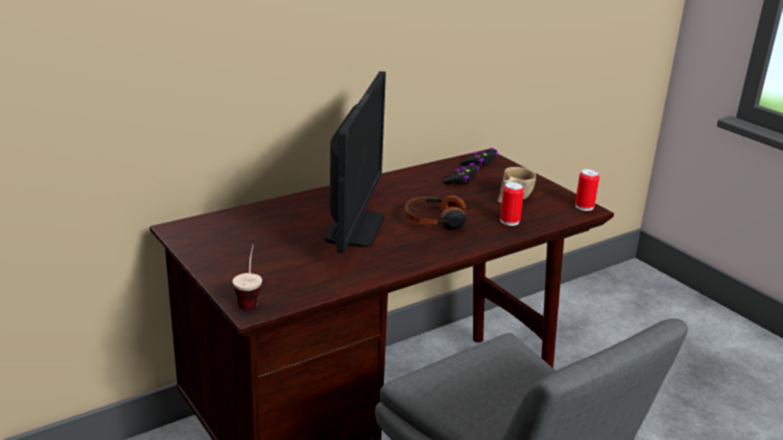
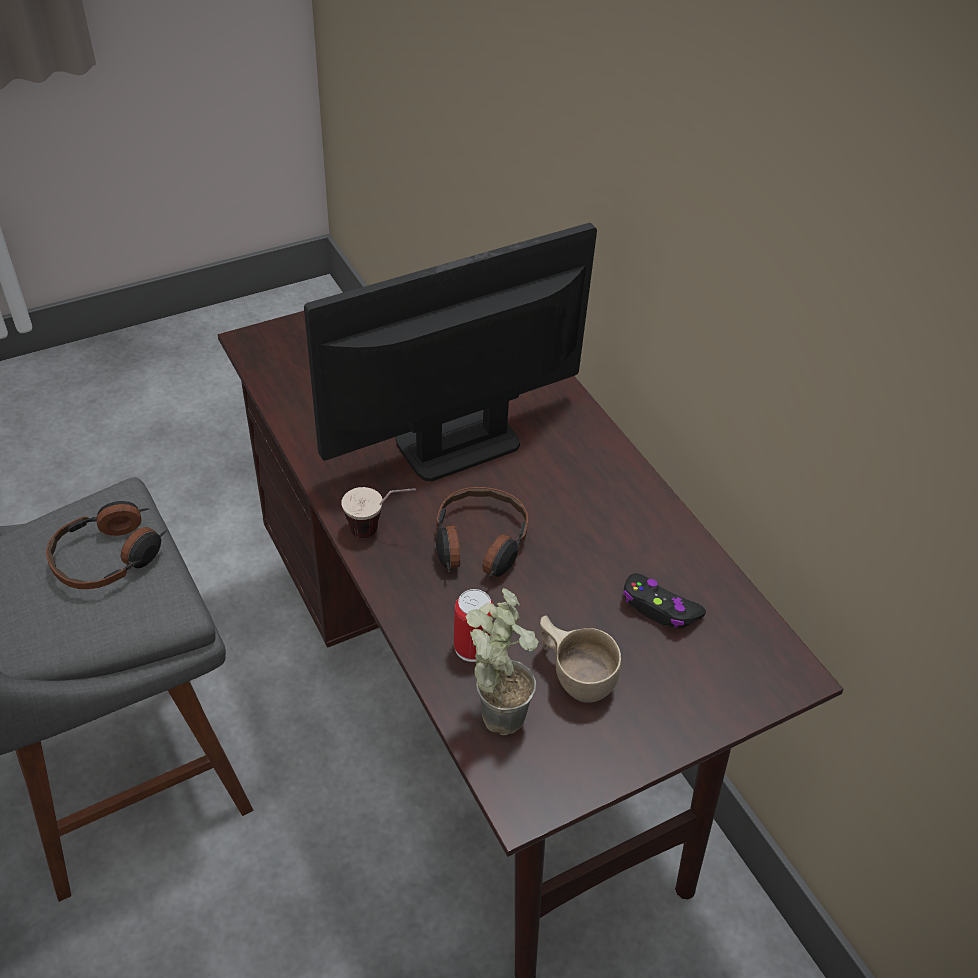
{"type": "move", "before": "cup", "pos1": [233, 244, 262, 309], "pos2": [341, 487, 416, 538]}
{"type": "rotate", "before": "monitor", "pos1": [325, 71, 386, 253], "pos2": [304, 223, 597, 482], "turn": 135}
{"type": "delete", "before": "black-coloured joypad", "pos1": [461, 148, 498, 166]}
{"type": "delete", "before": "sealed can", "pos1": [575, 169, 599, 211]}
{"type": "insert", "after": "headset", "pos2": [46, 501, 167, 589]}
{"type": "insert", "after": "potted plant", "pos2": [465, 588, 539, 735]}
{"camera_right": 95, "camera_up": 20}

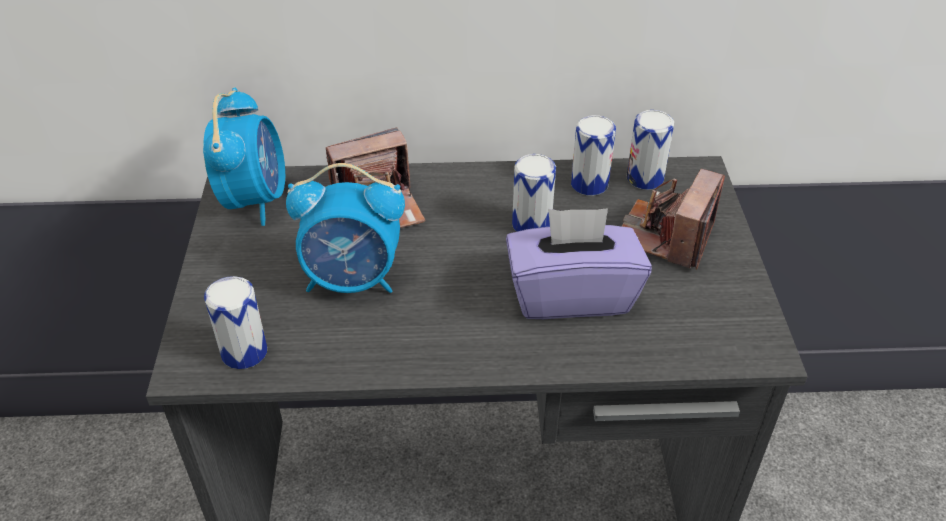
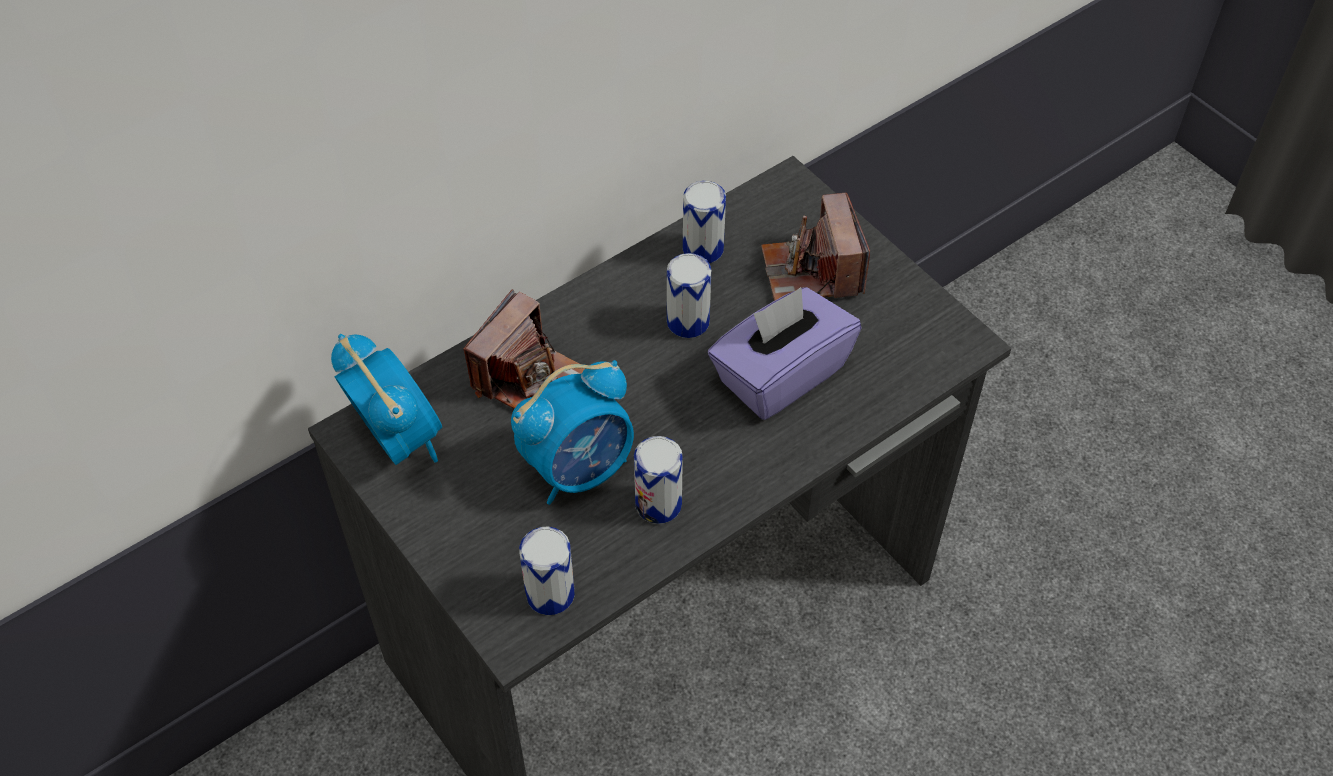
{"type": "move", "before": "sealed can", "pos1": [626, 110, 674, 190], "pos2": [634, 436, 683, 524]}
{"camera_right": -35, "camera_up": 10}

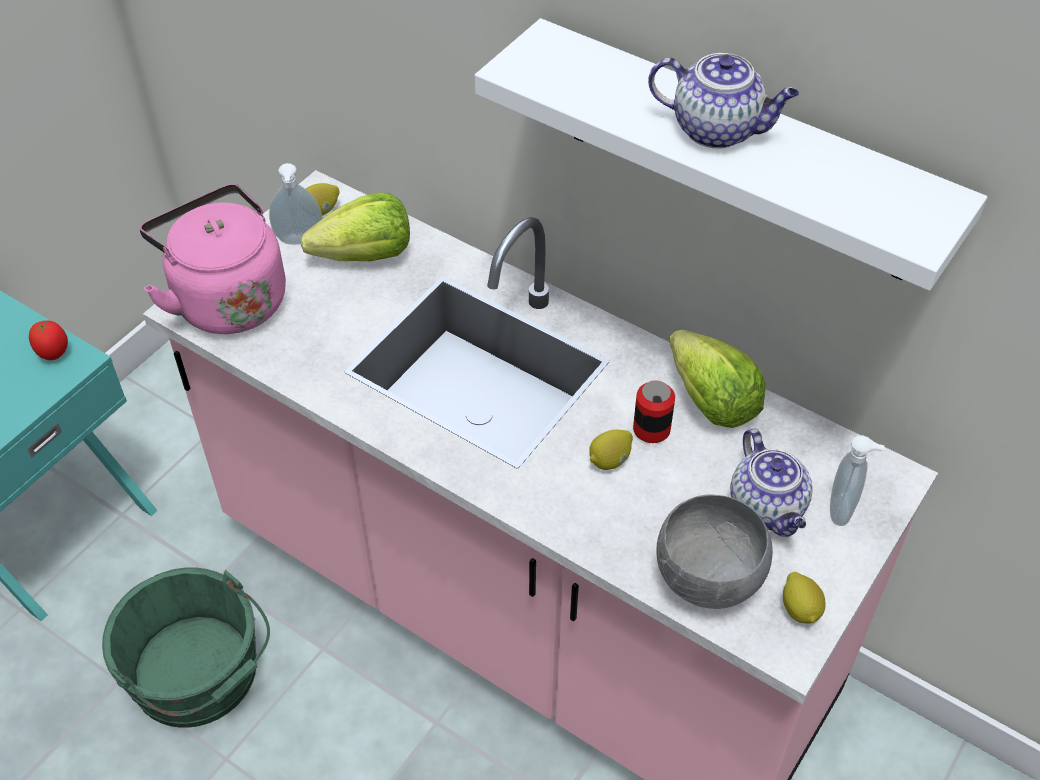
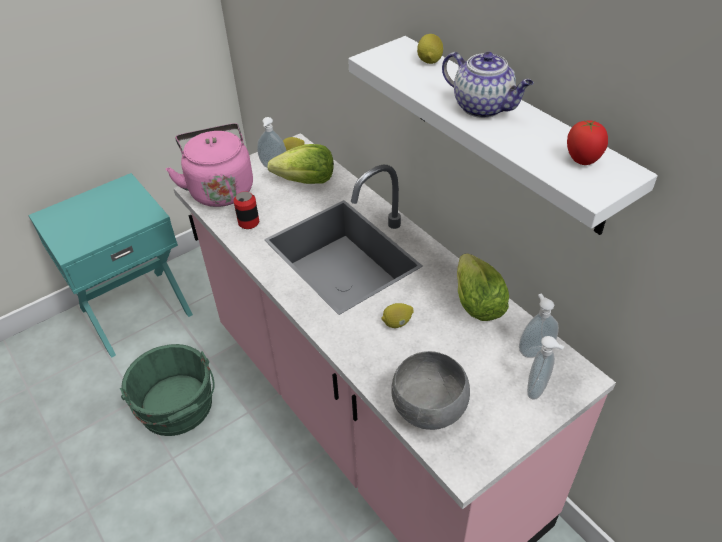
{"type": "move", "before": "whole tomato", "pos1": [29, 320, 68, 360], "pos2": [567, 120, 608, 165]}
{"type": "move", "before": "sealed can", "pos1": [633, 381, 675, 443], "pos2": [234, 191, 259, 229]}
{"type": "delete", "before": "teapot", "pos1": [730, 428, 813, 537]}
{"type": "move", "before": "citrus fruit", "pos1": [783, 572, 825, 624], "pos2": [417, 34, 444, 64]}
{"type": "insert", "after": "soap bottle", "pos2": [519, 294, 559, 358]}
{"camera_right": 20, "camera_up": -5}

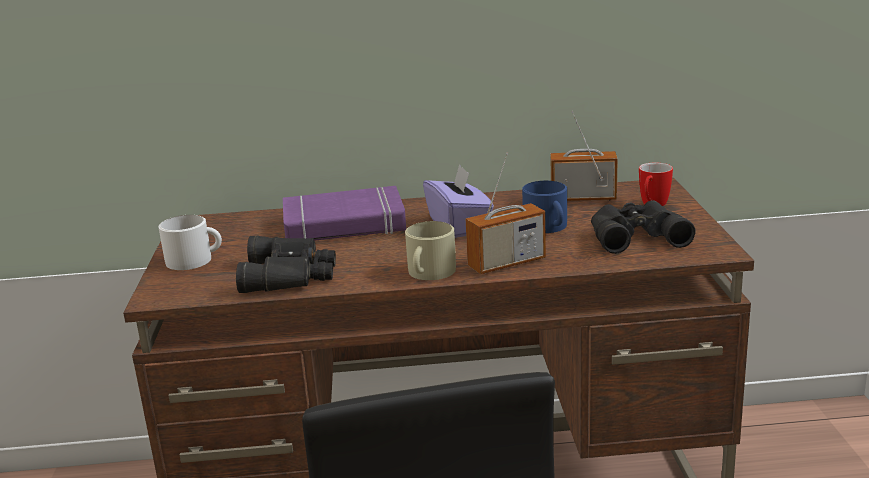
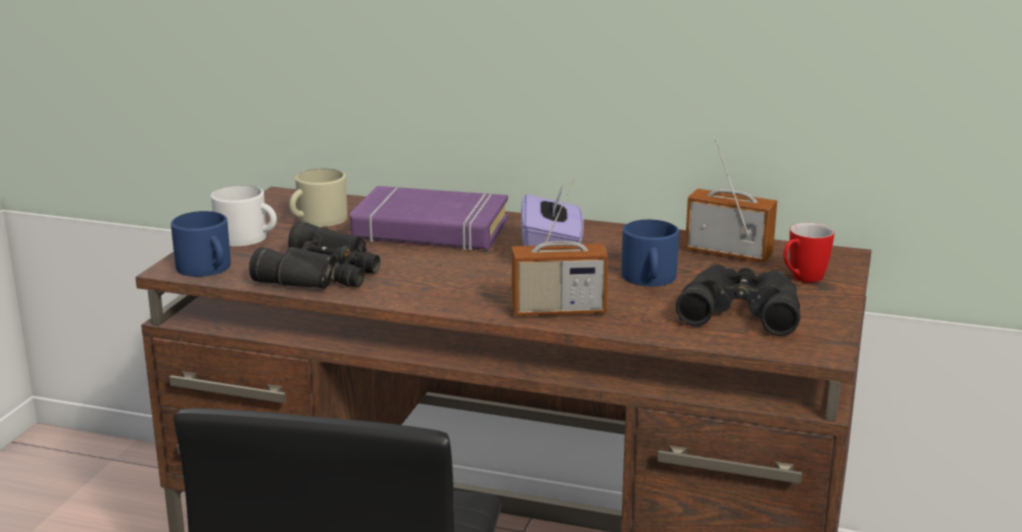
{"type": "move", "before": "sand-coloured coffee mug", "pos1": [405, 221, 456, 280], "pos2": [289, 168, 347, 227]}
{"type": "insert", "after": "blue coffee mug", "pos2": [171, 211, 231, 277]}
{"camera_right": 20, "camera_up": 0}

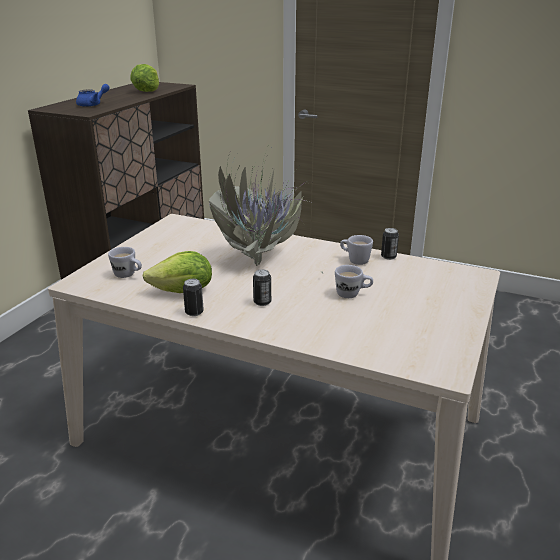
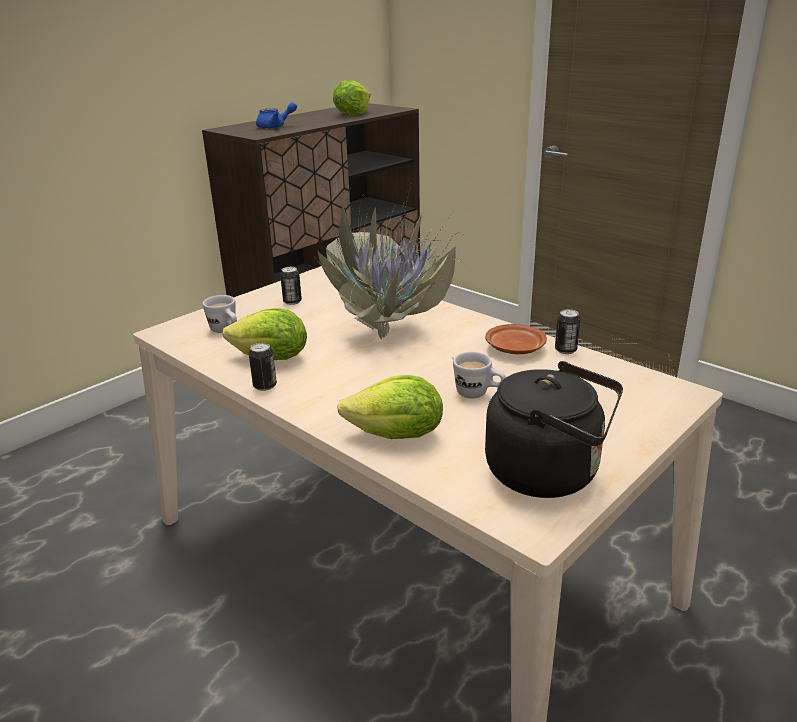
{"type": "move", "before": "sealed can", "pos1": [253, 269, 271, 306], "pos2": [280, 267, 302, 305]}
{"type": "replace", "before": "white coffee mug", "after": "brown plate", "pos1": [340, 235, 373, 265], "pos2": [485, 324, 547, 354]}
{"type": "insert", "after": "lettuce head", "pos2": [337, 375, 443, 439]}
{"type": "insert", "after": "black-coloured tea kettle", "pos2": [485, 361, 623, 498]}
{"camera_right": 20, "camera_up": 0}

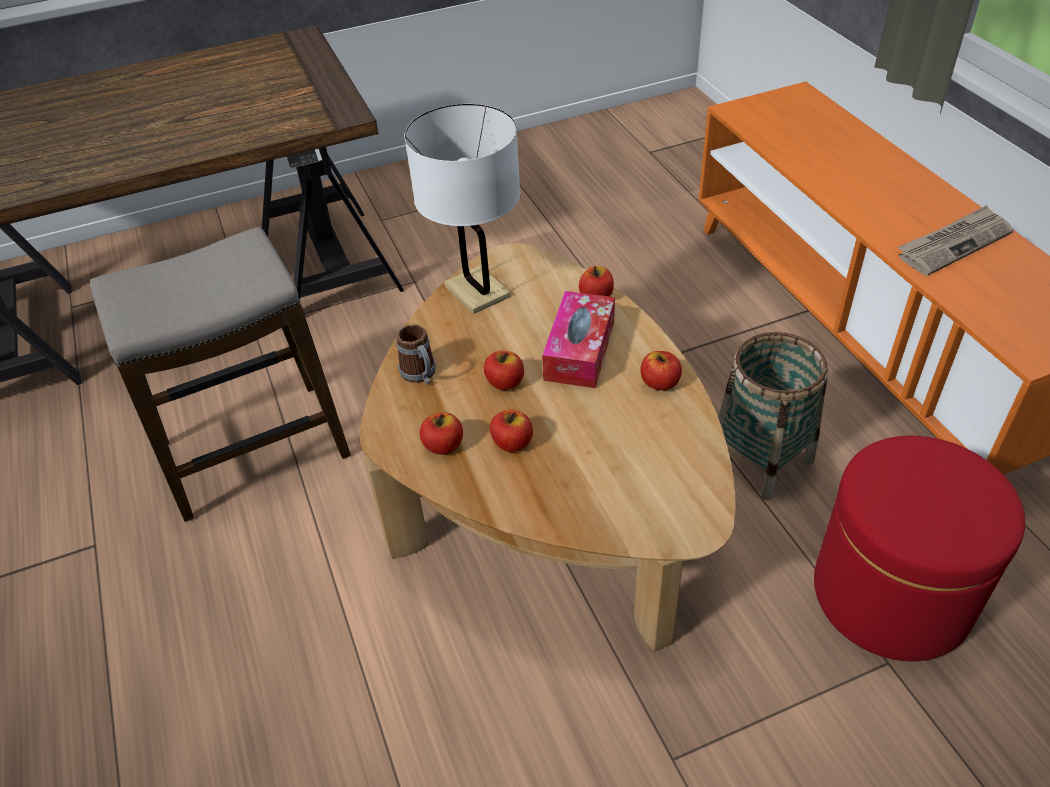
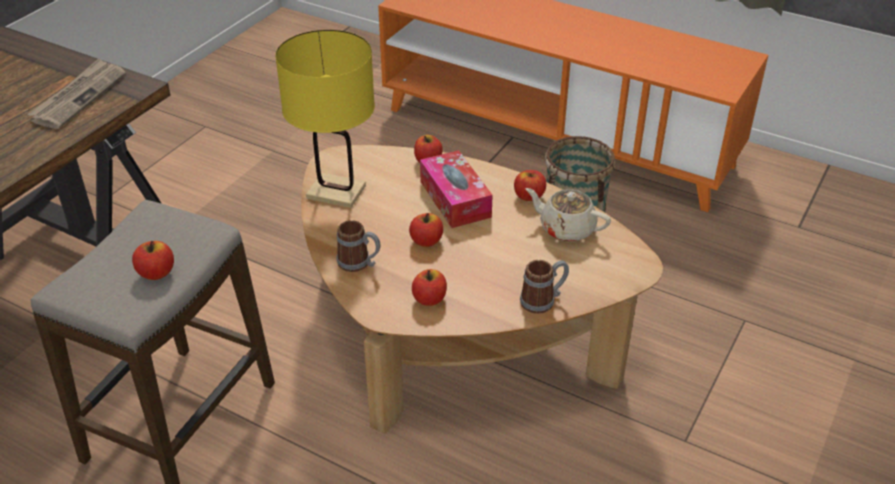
{"type": "recolor", "before": "white table lamp", "after": "yellowish table lamp", "pos1": [404, 104, 520, 314], "pos2": [275, 30, 375, 208]}
{"type": "move", "before": "apple fruit", "pos1": [490, 410, 533, 452], "pos2": [132, 241, 174, 280]}
{"type": "delete", "before": "red-coloured footrest", "pos1": [814, 436, 1025, 661]}
{"type": "move", "before": "printed paper", "pos1": [897, 205, 1013, 276], "pos2": [27, 58, 126, 129]}
{"type": "insert", "after": "coffee mug", "pos2": [520, 260, 569, 314]}
{"type": "insert", "after": "sand-coloured teapot", "pos2": [525, 188, 611, 242]}
{"camera_right": -40, "camera_up": -5}

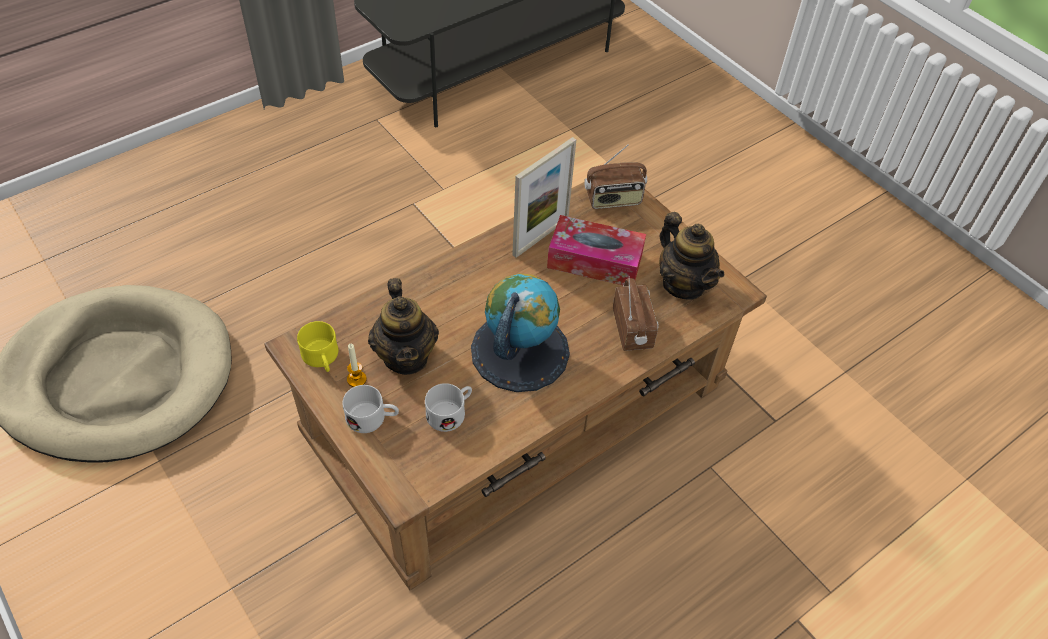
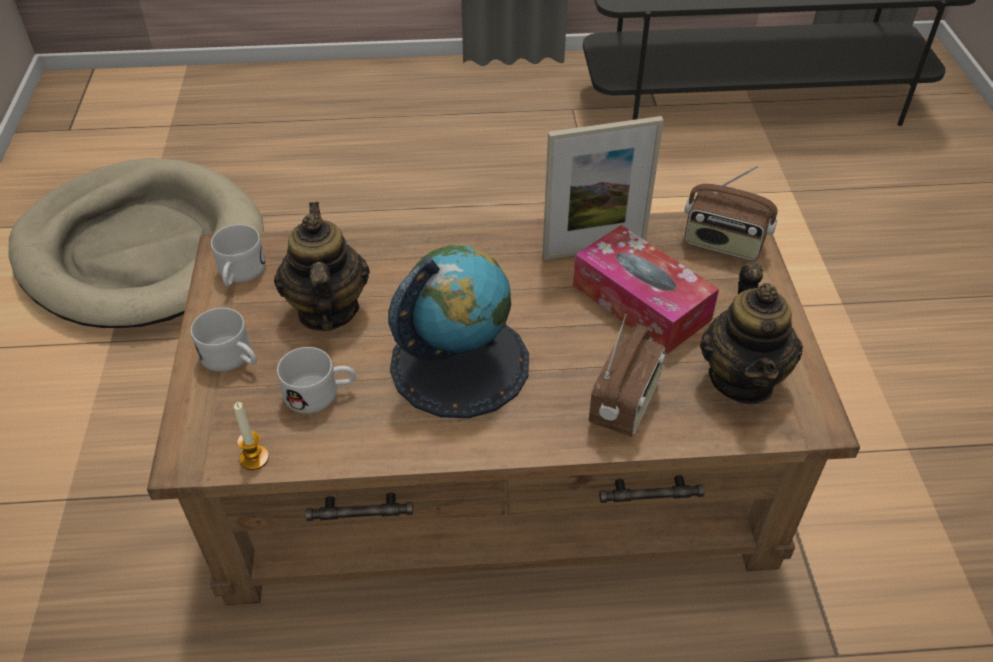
{"type": "recolor", "before": "yellowish coffee mug", "after": "white coffee mug", "pos1": [297, 321, 338, 372], "pos2": [211, 224, 266, 287]}
{"type": "move", "before": "wax candle", "pos1": [347, 344, 367, 387], "pos2": [234, 402, 269, 470]}
{"type": "rotate", "before": "teapot", "pos1": [368, 278, 439, 375], "pos2": [274, 202, 370, 331], "turn": 150}
{"camera_right": 35, "camera_up": -5}

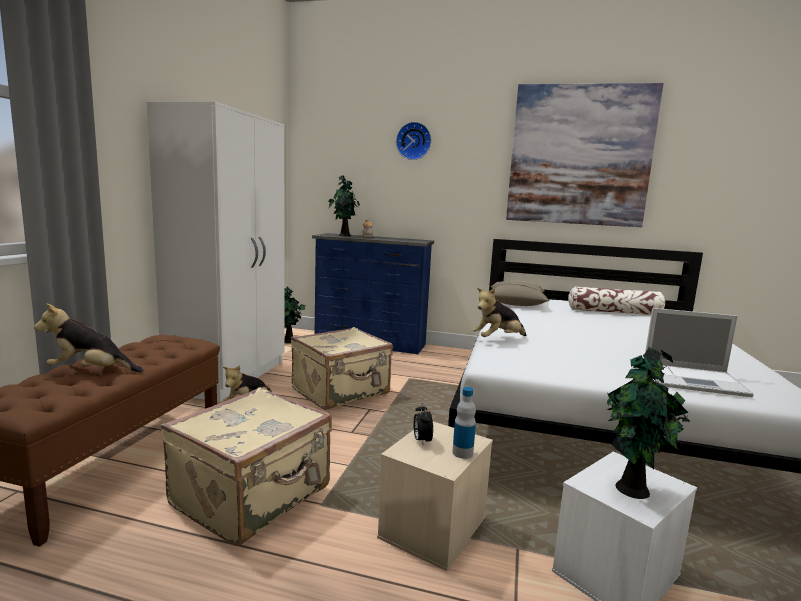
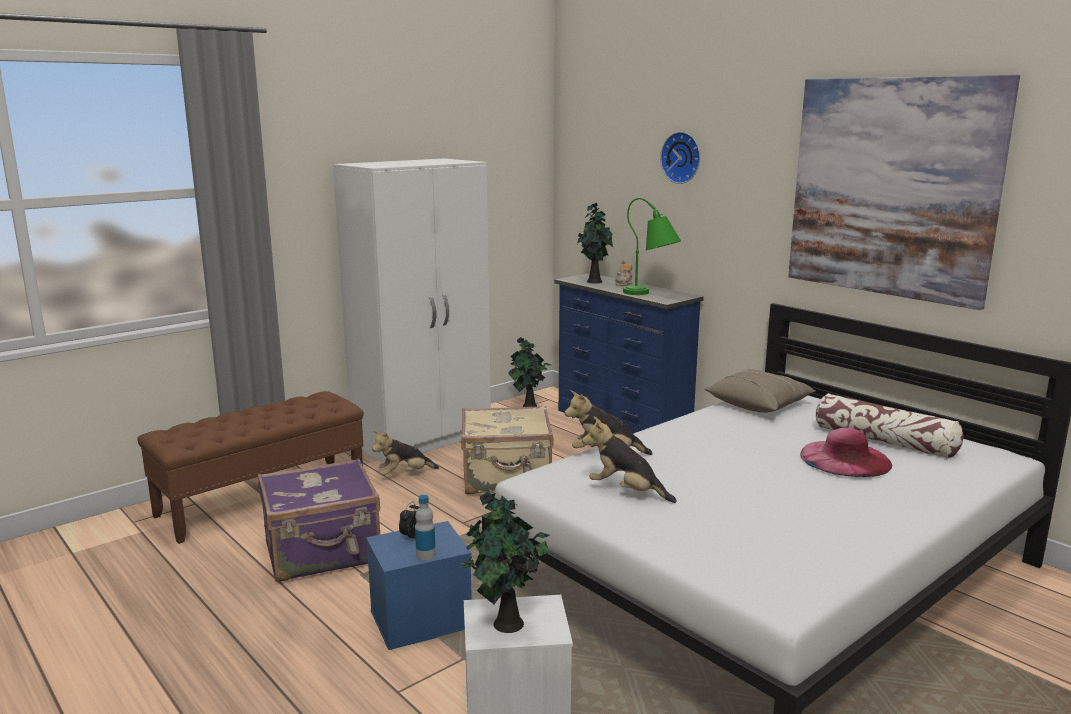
{"type": "move", "before": "soft toy", "pos1": [34, 303, 143, 372], "pos2": [582, 417, 677, 503]}
{"type": "recolor", "before": "sand-coloured travel case", "after": "purple-coloured travel case", "pos1": [161, 387, 332, 546], "pos2": [258, 458, 380, 582]}
{"type": "recolor", "before": "sand-coloured storage container", "after": "blue storage container", "pos1": [377, 422, 493, 571], "pos2": [366, 521, 472, 650]}
{"type": "delete", "before": "notebook computer", "pos1": [645, 308, 754, 397]}
{"type": "insert", "after": "greenish table lamp", "pos2": [623, 198, 681, 295]}
{"type": "insert", "after": "pink-coloured clothing hat", "pos2": [800, 427, 893, 477]}
{"camera_right": 35, "camera_up": 5}

